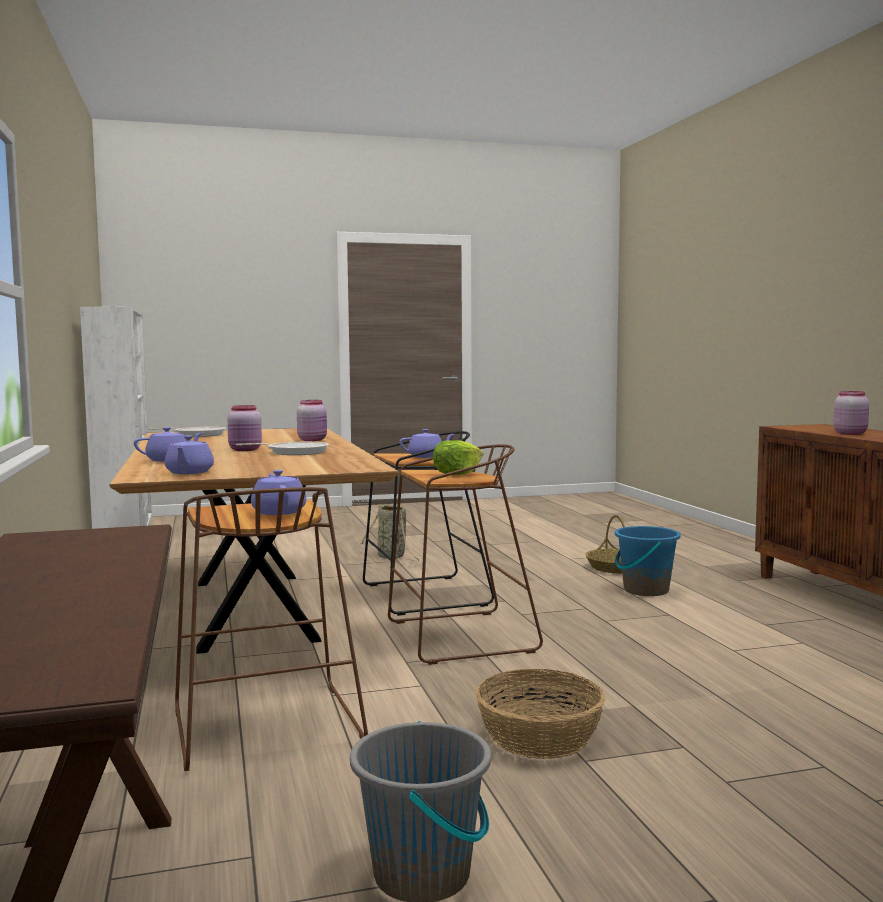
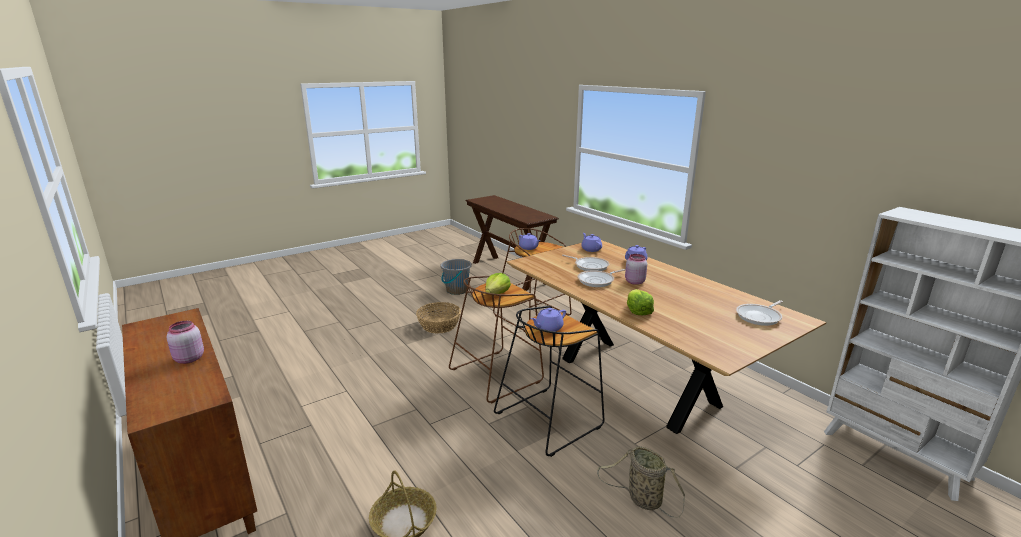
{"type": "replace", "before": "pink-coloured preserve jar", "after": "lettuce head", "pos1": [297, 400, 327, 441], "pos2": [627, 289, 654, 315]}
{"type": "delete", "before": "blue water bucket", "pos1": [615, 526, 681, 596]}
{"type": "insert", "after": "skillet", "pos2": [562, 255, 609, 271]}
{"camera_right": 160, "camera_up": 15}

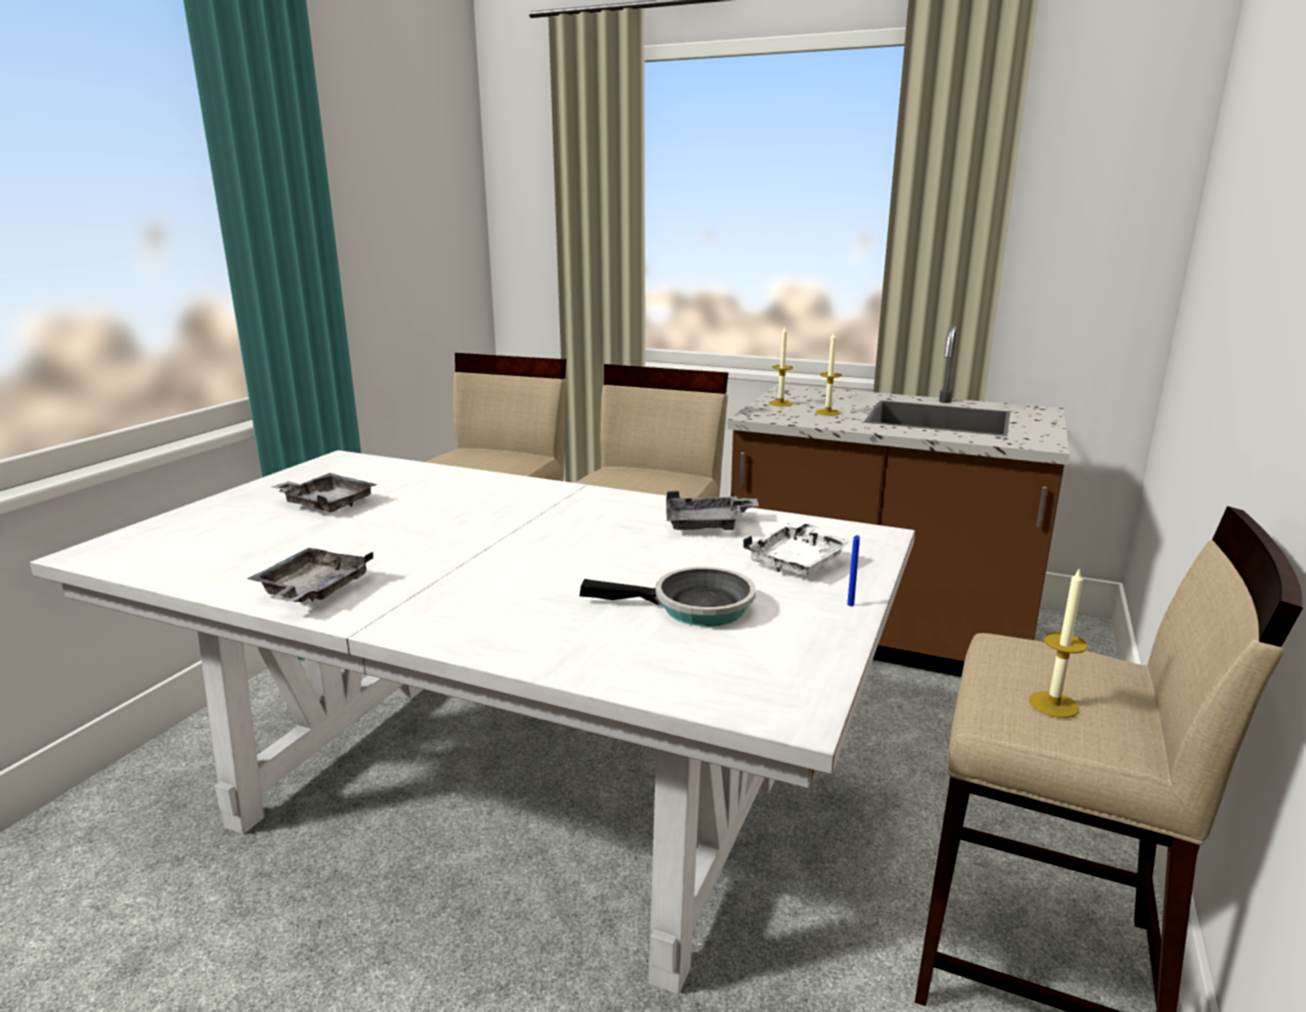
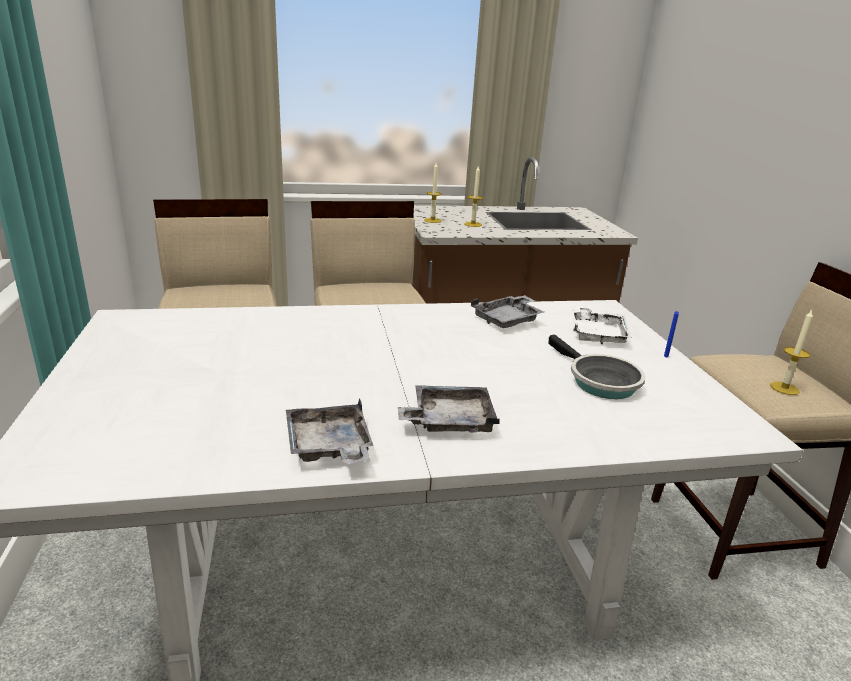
{"type": "move", "before": "grey tray", "pos1": [272, 473, 378, 512], "pos2": [398, 385, 499, 432]}
{"type": "rotate", "before": "skillet", "pos1": [580, 567, 756, 626], "pos2": [549, 334, 646, 399], "turn": 90}
{"camera_right": -35, "camera_up": 5}

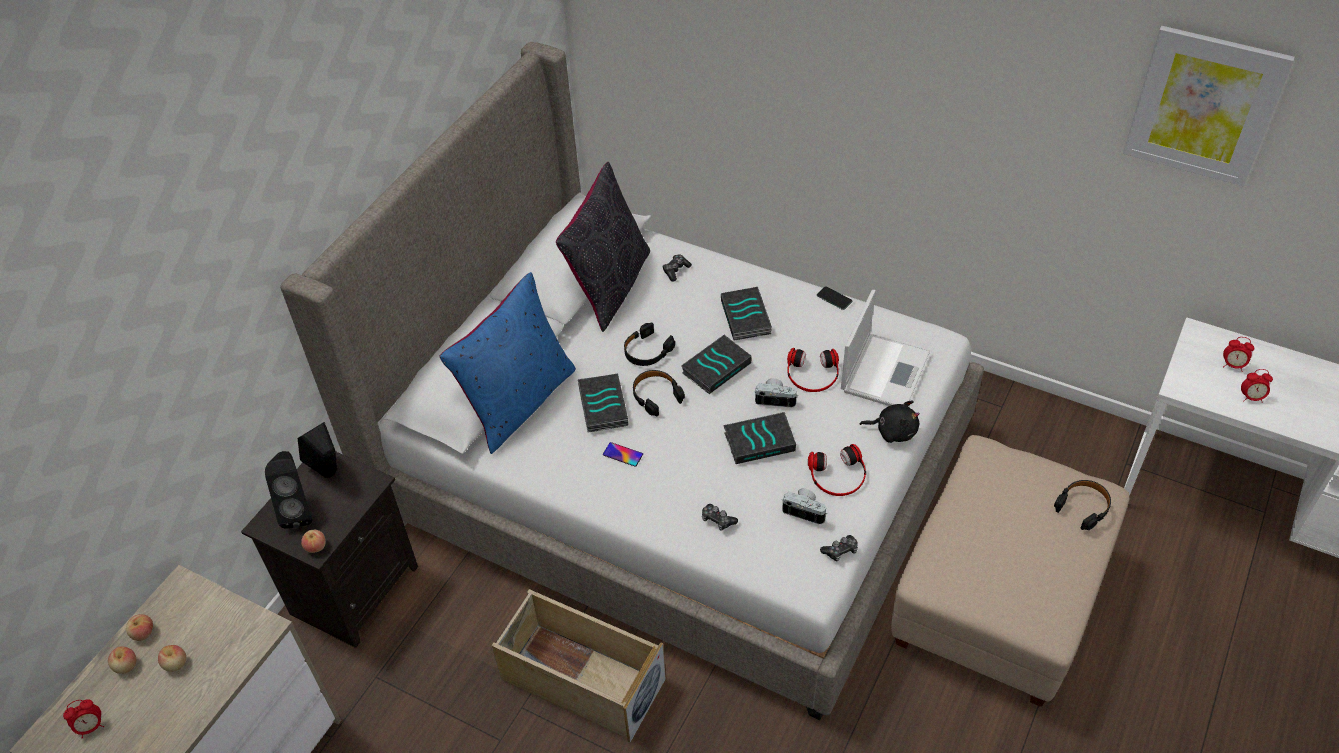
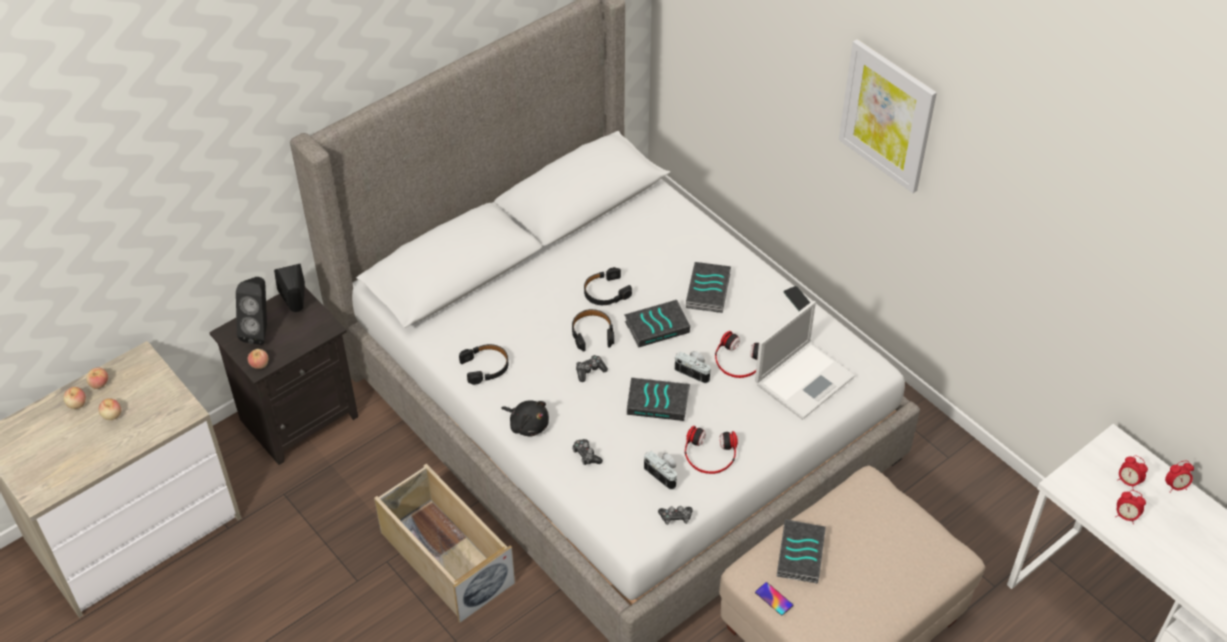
{"type": "move", "before": "bedside clock", "pos1": [63, 699, 104, 738], "pos2": [1165, 461, 1194, 492]}
{"type": "delete", "before": "blue cushion", "pos1": [439, 272, 576, 454]}
{"type": "delete", "before": "black-coloured cushion", "pos1": [556, 162, 650, 332]}
{"type": "move", "before": "volume", "pos1": [578, 374, 628, 432], "pos2": [776, 519, 826, 583]}
{"type": "move", "before": "telephone", "pos1": [603, 442, 643, 466], "pos2": [755, 582, 793, 615]}
{"type": "move", "before": "joypad", "pos1": [662, 254, 692, 282], "pos2": [576, 355, 608, 382]}
{"type": "move", "before": "black-coloured soft toy", "pos1": [859, 400, 920, 443], "pos2": [501, 401, 549, 437]}
{"type": "move", "before": "black-coloured headset", "pos1": [1054, 480, 1111, 530], "pos2": [459, 344, 508, 385]}
{"type": "move", "before": "wall picture", "pos1": [1123, 26, 1295, 186], "pos2": [839, 39, 937, 193]}
{"camera_right": 20, "camera_up": 0}

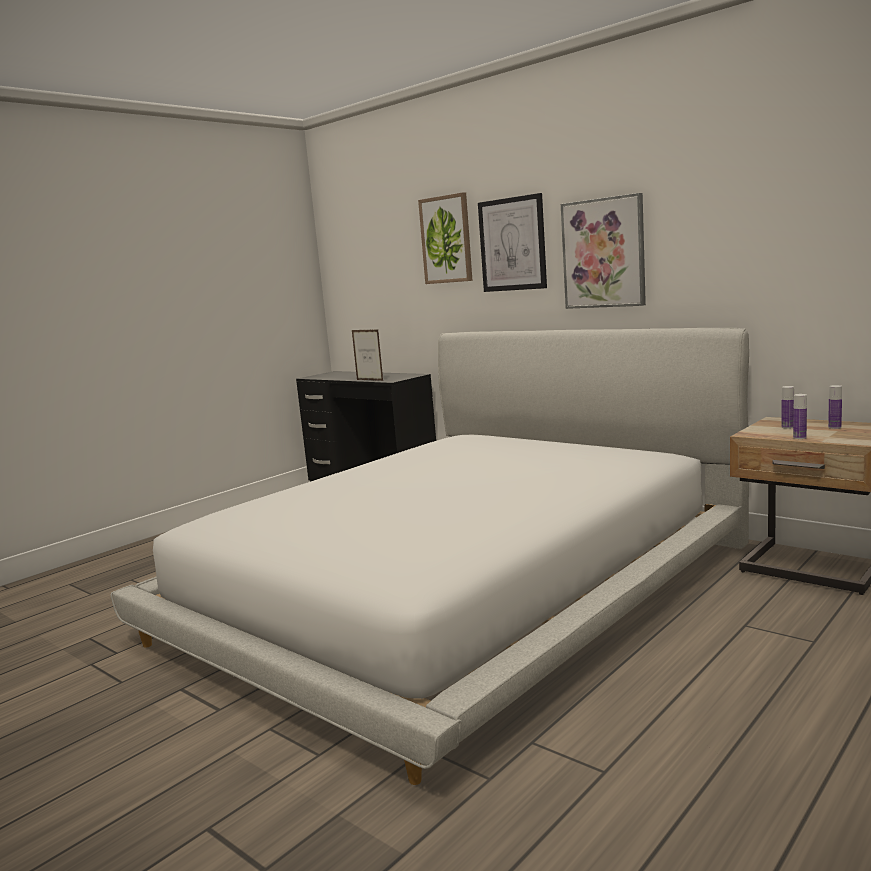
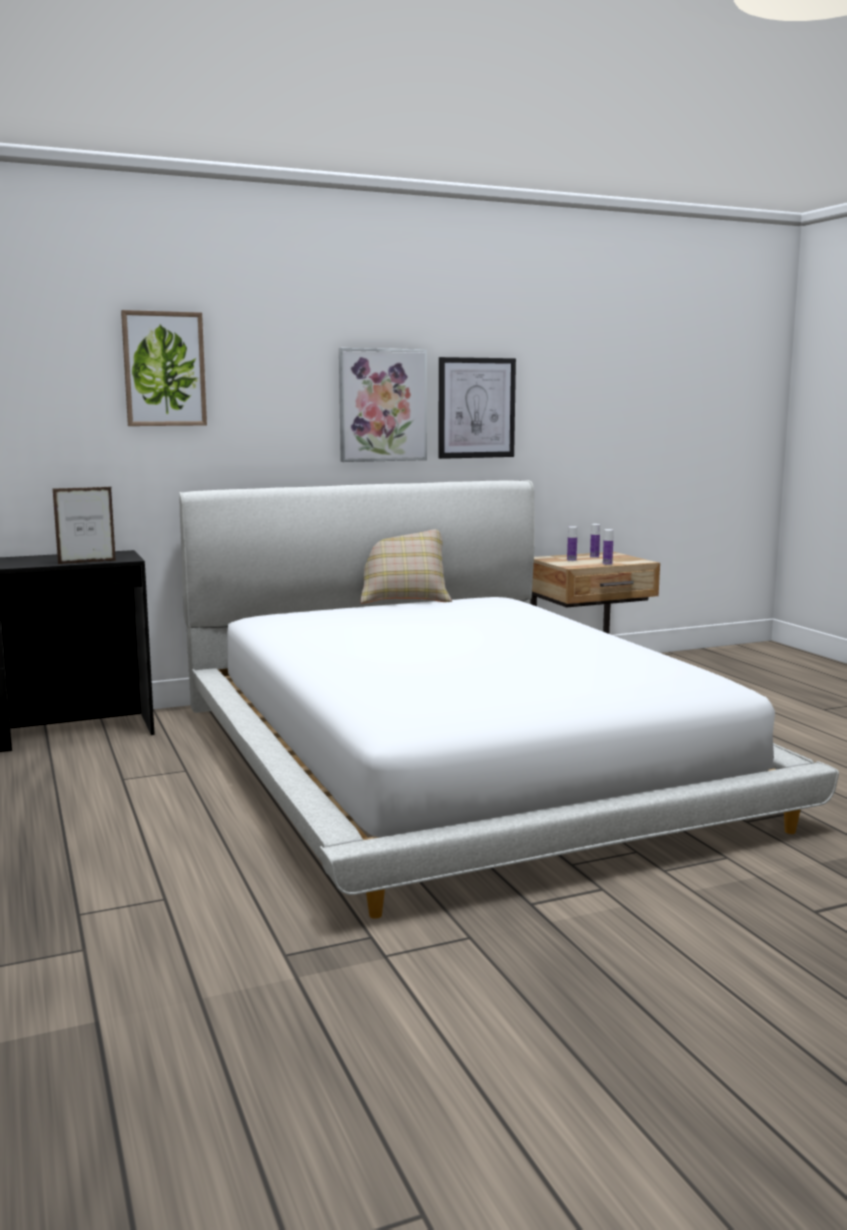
{"type": "move", "before": "wall picture", "pos1": [478, 193, 547, 292], "pos2": [438, 357, 516, 459]}
{"type": "insert", "after": "sand-coloured cushion", "pos2": [361, 529, 452, 604]}
{"camera_right": -65, "camera_up": 0}

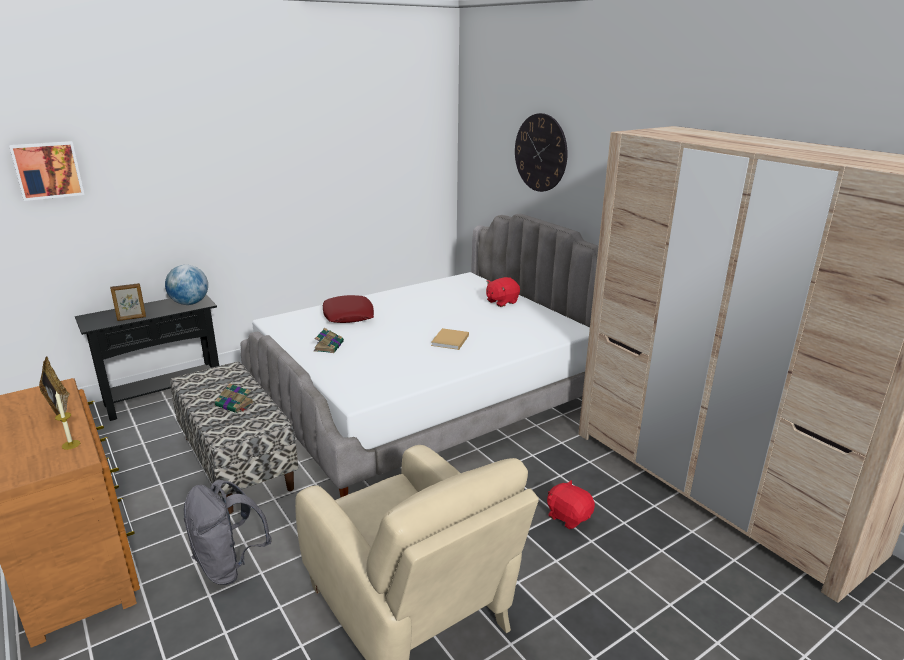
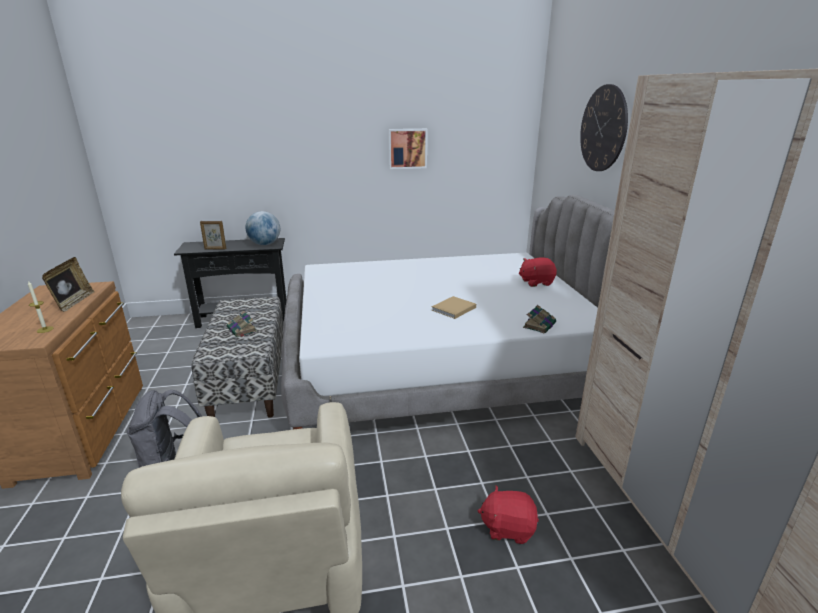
{"type": "move", "before": "wall picture", "pos1": [9, 141, 84, 201], "pos2": [388, 129, 427, 169]}
{"type": "move", "before": "volume", "pos1": [314, 328, 344, 353], "pos2": [523, 305, 556, 334]}
{"type": "delete", "before": "red-coloured cushion", "pos1": [323, 295, 374, 323]}
{"type": "rotate", "before": "red-coloured soft toy", "pos1": [547, 480, 595, 529], "pos2": [478, 485, 539, 544], "turn": -60}
{"camera_right": 25, "camera_up": 0}

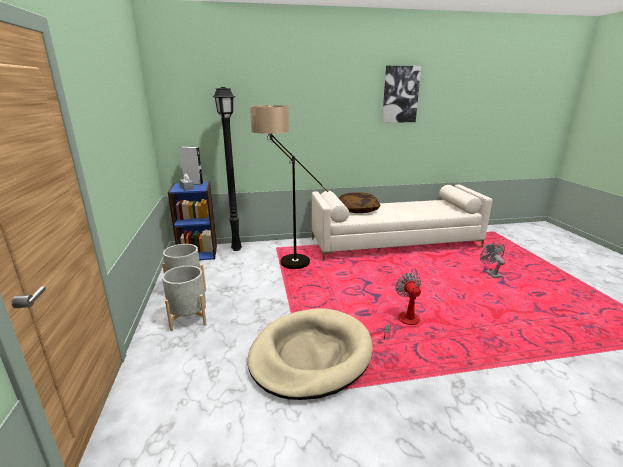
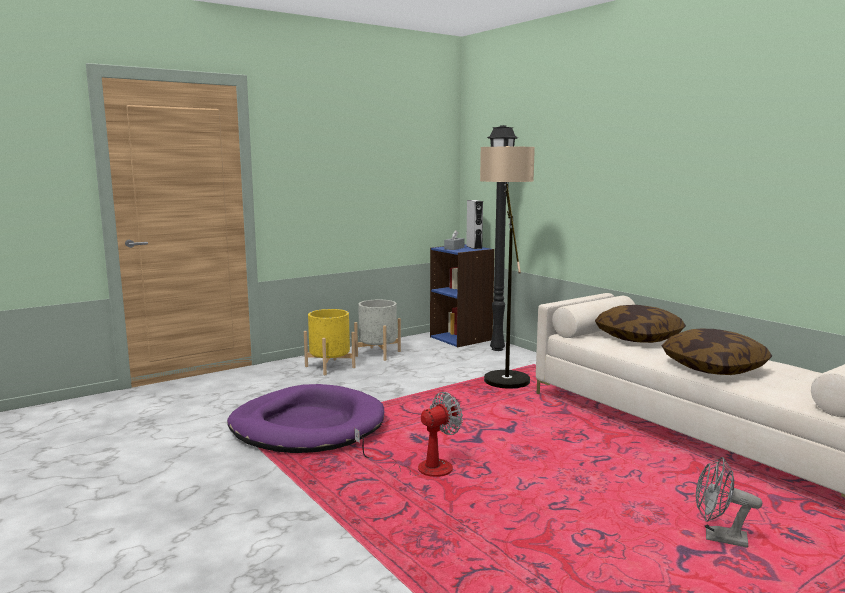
{"type": "recolor", "before": "grey flower pot", "after": "yellowish flower pot", "pos1": [162, 266, 207, 331], "pos2": [304, 309, 355, 375]}
{"type": "recolor", "before": "sand-coloured dog bed", "after": "purple-coloured dog bed", "pos1": [247, 308, 373, 400], "pos2": [227, 384, 384, 453]}
{"type": "delete", "before": "wall picture", "pos1": [382, 66, 421, 123]}
{"type": "rotate", "before": "grey electric fan", "pos1": [480, 242, 505, 278], "pos2": [696, 457, 762, 548], "turn": -120}
{"type": "insert", "after": "cushion", "pos2": [662, 329, 772, 375]}
{"camera_right": 65, "camera_up": -10}

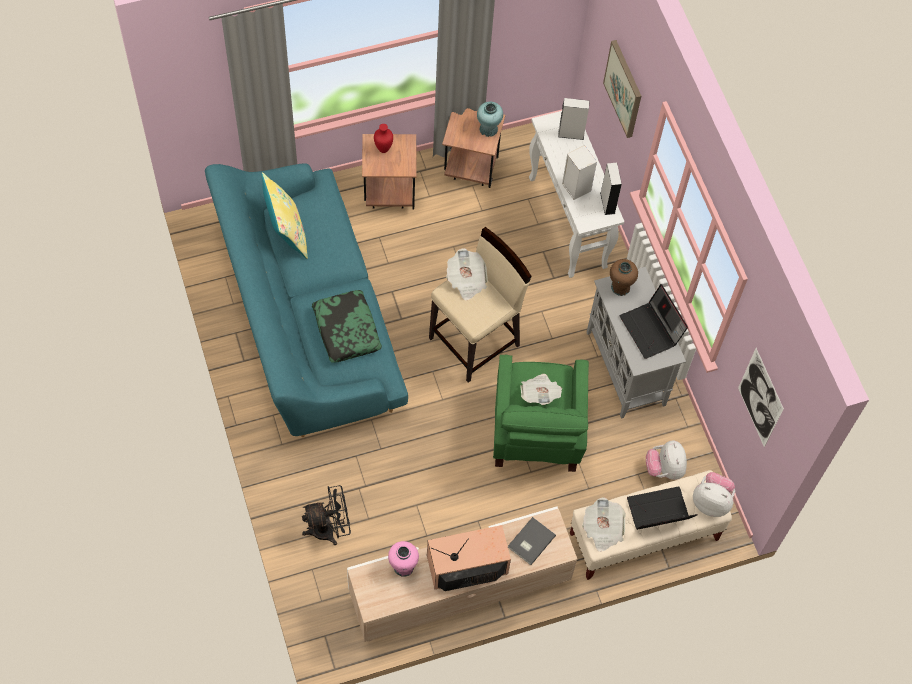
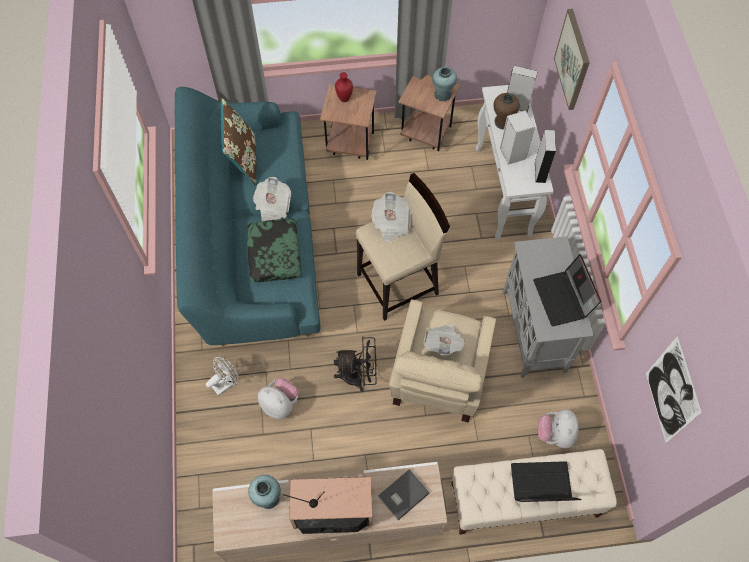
{"type": "recolor", "before": "yellowish cushion", "after": "brown cushion", "pos1": [261, 173, 308, 259], "pos2": [221, 98, 256, 185]}
{"type": "move", "before": "black-coloured electric fan", "pos1": [302, 485, 351, 545], "pos2": [334, 336, 377, 392]}
{"type": "recolor", "before": "pink-coloured decorative vase", "after": "blue-green decorative vase", "pos1": [388, 541, 419, 577], "pos2": [248, 475, 281, 509]}
{"type": "recolor", "before": "greenish lounge chair", "after": "sand-coloured lounge chair", "pos1": [493, 355, 589, 472], "pos2": [389, 299, 496, 423]}
{"type": "move", "before": "printed paper", "pos1": [582, 497, 626, 552], "pos2": [253, 177, 291, 221]}
{"type": "move", "before": "brown decorative vase", "pos1": [610, 259, 638, 296], "pos2": [493, 93, 520, 129]}
{"type": "move", "before": "soft toy", "pos1": [693, 472, 735, 517], "pos2": [258, 378, 299, 419]}
{"type": "insert", "after": "white electric fan", "pos2": [206, 357, 238, 396]}
{"camera_right": 15, "camera_up": 0}

